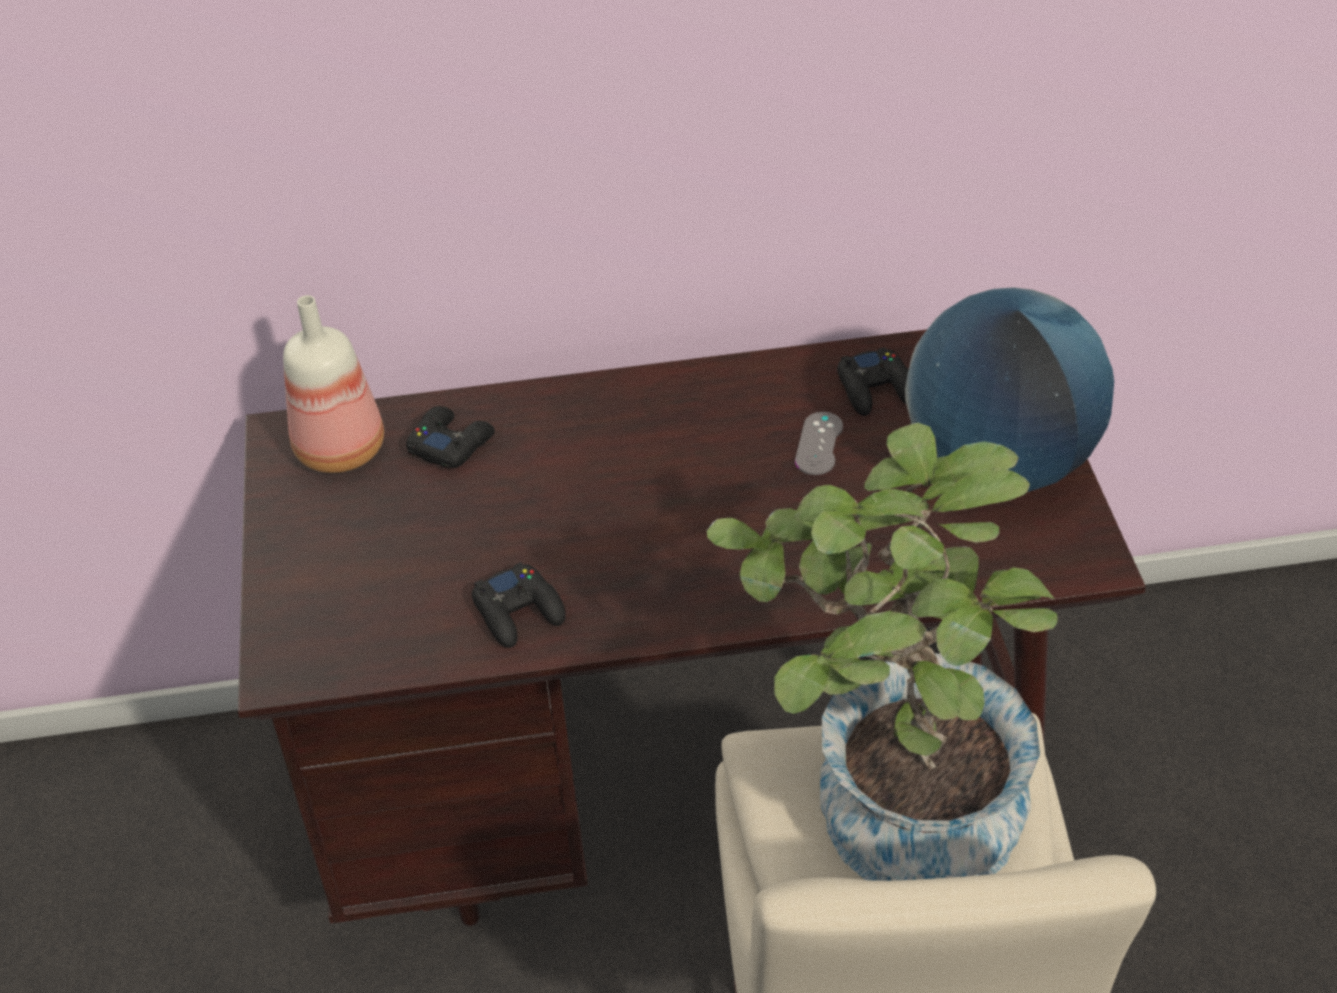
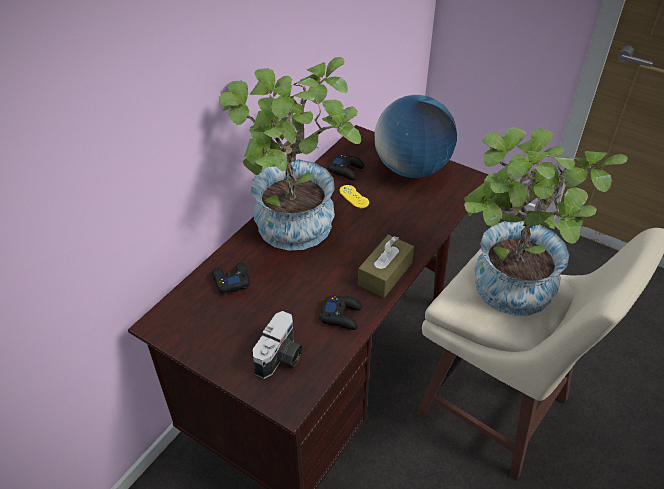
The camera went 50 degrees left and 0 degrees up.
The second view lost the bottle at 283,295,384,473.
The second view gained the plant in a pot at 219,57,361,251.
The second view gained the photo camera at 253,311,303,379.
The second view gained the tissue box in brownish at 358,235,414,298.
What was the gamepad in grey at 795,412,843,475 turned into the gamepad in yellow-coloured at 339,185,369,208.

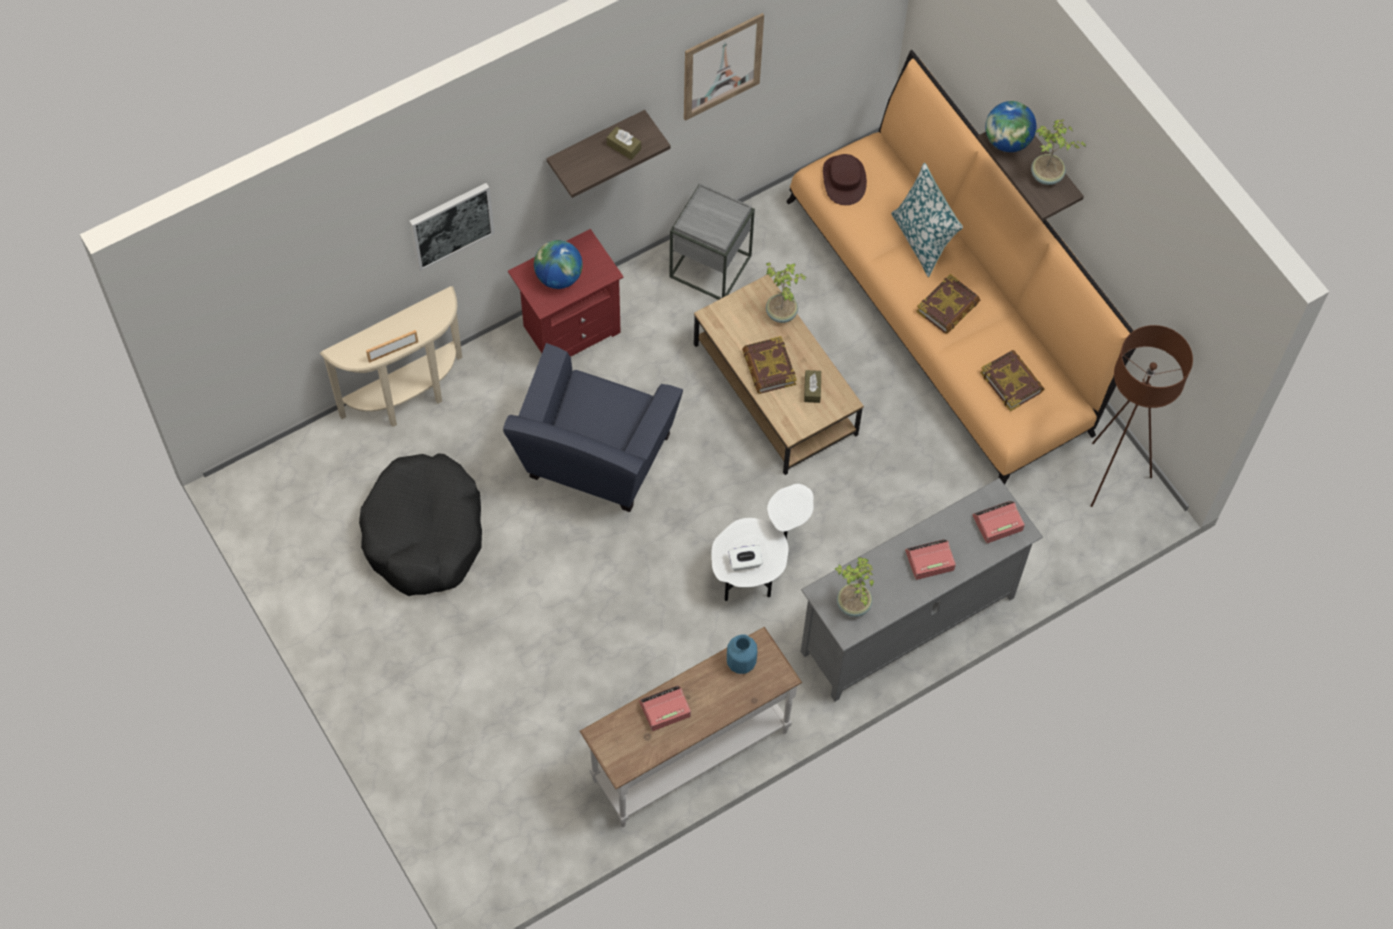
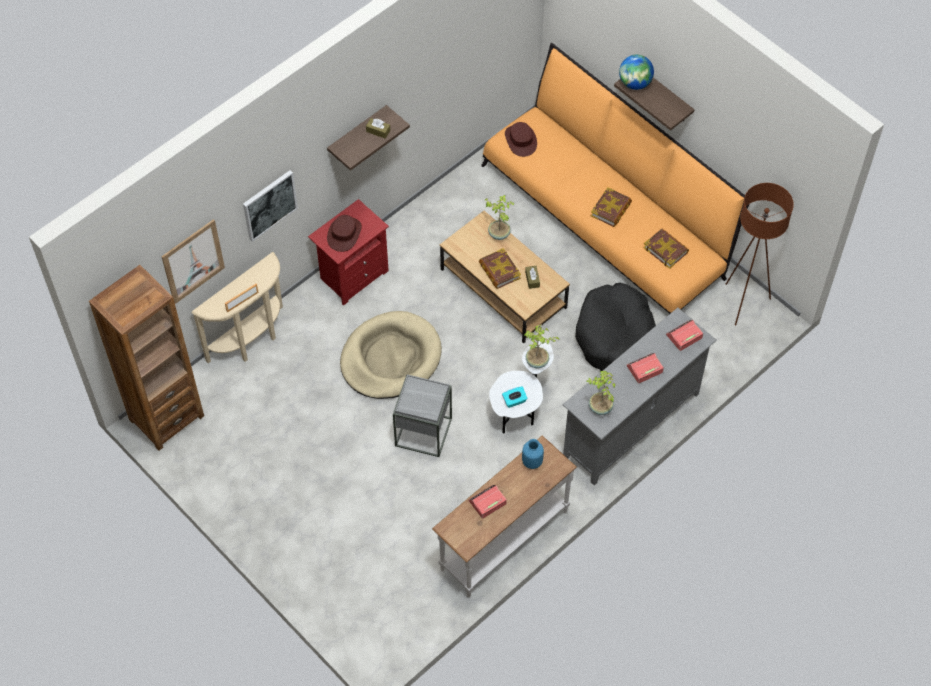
The camera went 10 degrees left and 5 degrees down.
The second view lost the cushion at 891,163,963,277.
The second view gained the shelving unit in brownish at 89,265,204,451.
The dog cushion in blackish ended up elsewhere, having gone from 359,453,482,596 to 575,283,656,371.
The side table in grey ended up elsewhere, having gone from 670,184,755,300 to 393,374,452,457.
The wall picture ended up elsewhere, having gone from 684,13,764,121 to 161,219,225,304.
The plant in a pot ended up elsewhere, having gone from 1031,119,1086,185 to 524,324,560,368.
Where the armchair in bluish stood at 503,343,683,512, the dog cushion in beige-coloured came to stand at 340,311,442,399.
Where the desk globe stood at 534,240,583,289, the hat in brownish came to stand at 327,215,362,252.
What was the tissue box in white at 728,545,763,571 turned into the tissue box in turquoise at 502,386,527,408.

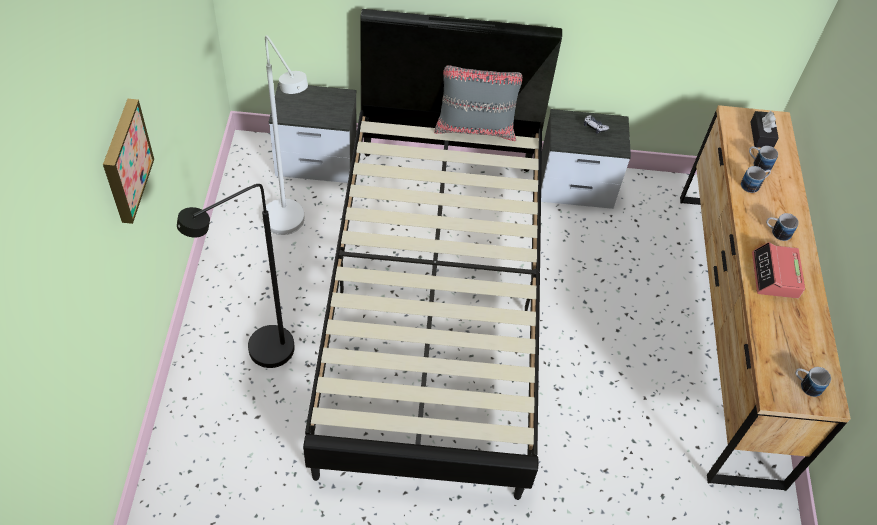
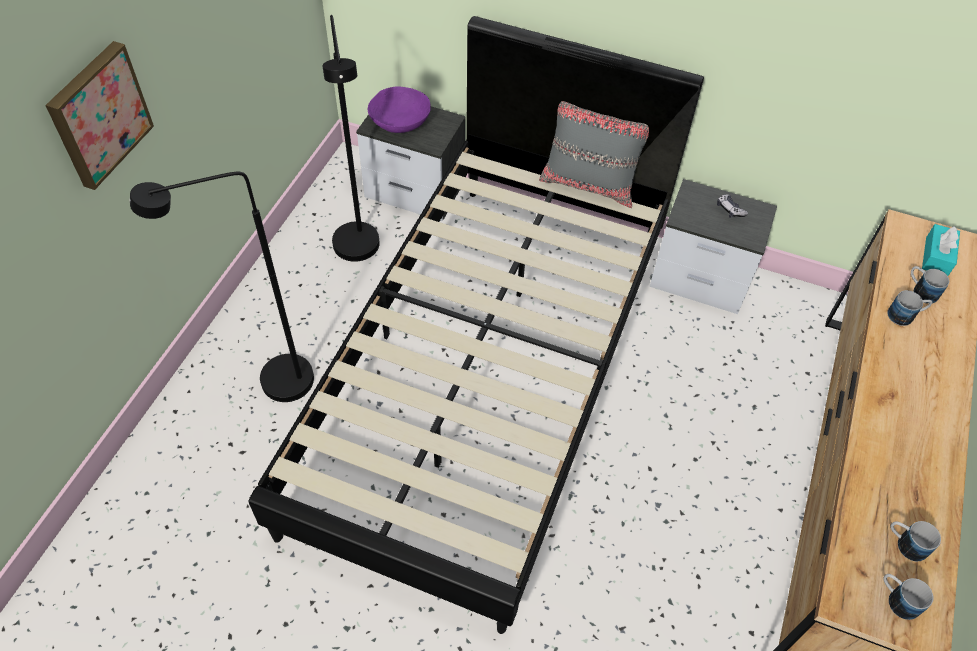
The camera went 20 degrees right and 0 degrees up.
The second view lost the table clock at 752,242,805,298.
The second view gained the serving bowl in purple-coloured at 368,87,431,133.
The mug ended up elsewhere, having gone from 766,213,799,241 to 891,521,941,561.
What was the standard lamp in white at 262,35,308,235 turned into the standard lamp in blackish at 323,15,380,262.
What was the tissue box in blackish at 751,111,779,148 turned into the tissue box in turquoise at 922,224,960,276.

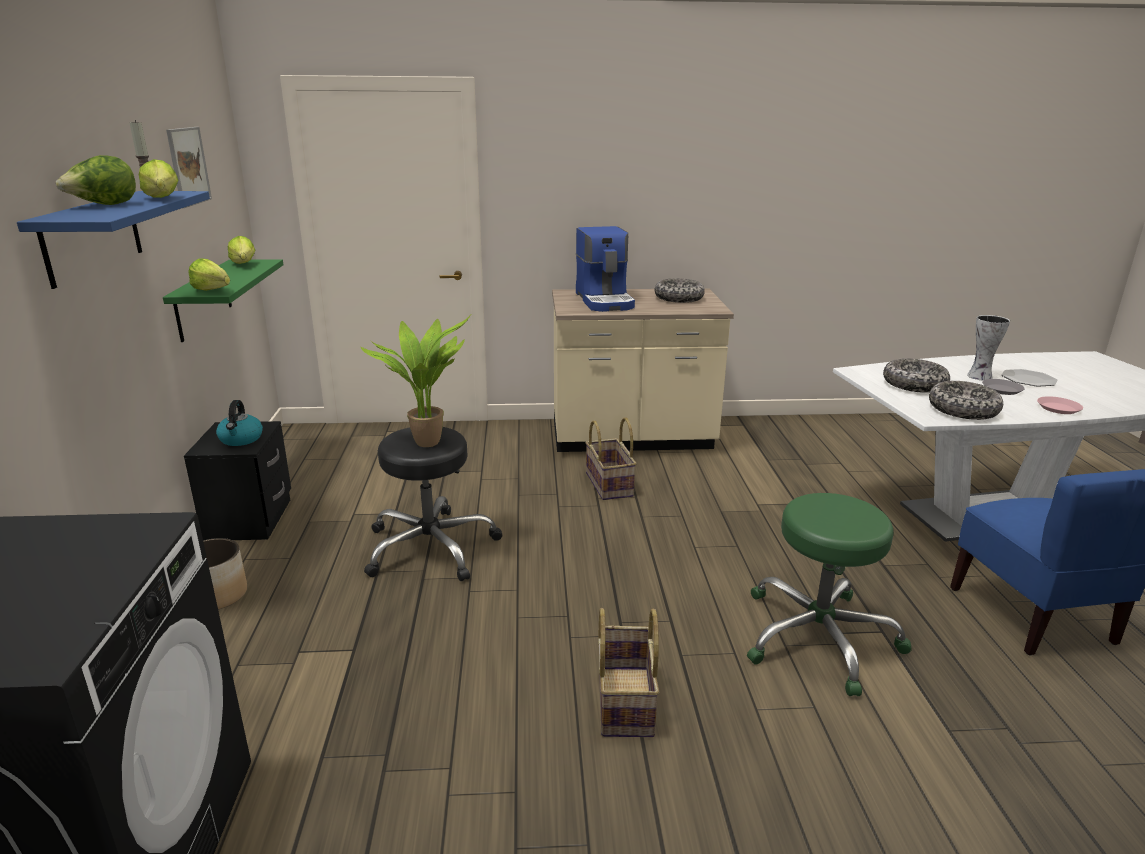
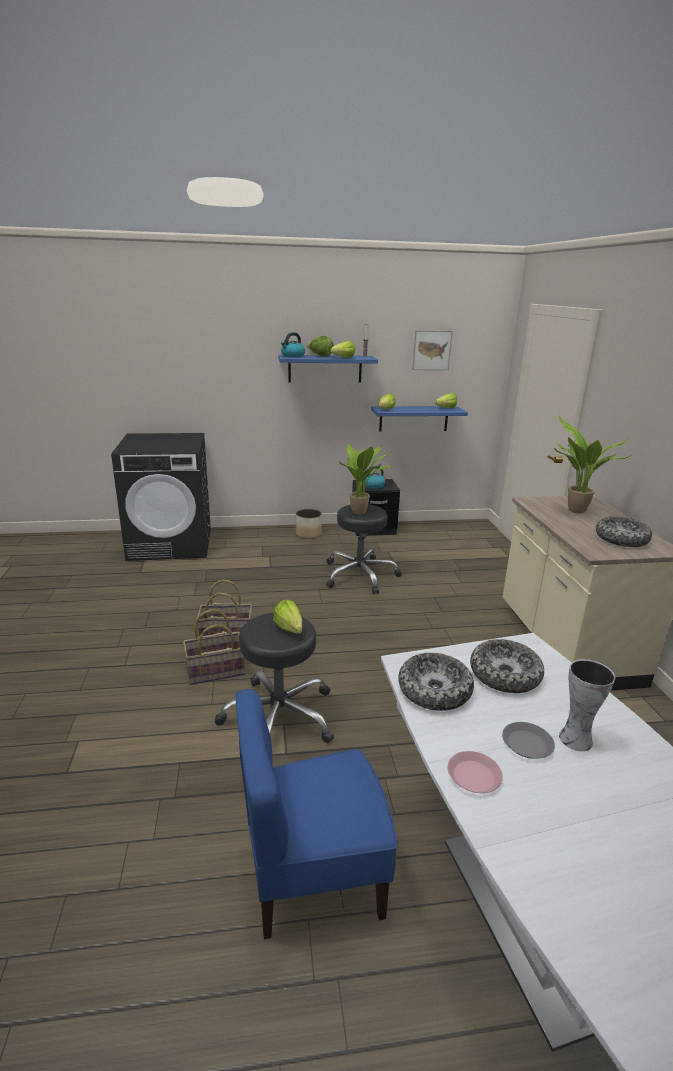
The camera went 85 degrees right and 0 degrees up.
The second view lost the flat dish at 1002,369,1057,387.
The second view gained the head of lettuce at 273,600,302,634.
The second view gained the tea kettle at 281,332,305,358.
The basket ended up elsewhere, having gone from 585,417,637,500 to 183,609,245,685.
Where the coffee maker stood at 576,226,635,312, the plant in a pot came to stand at 554,416,632,513.
What was the wall shelf in green at 163,259,283,342 turned into the wall shelf in bluish at 371,406,468,432.
What was the stool in green at 747,493,912,696 turned into the stool in blackish at 215,613,334,743.

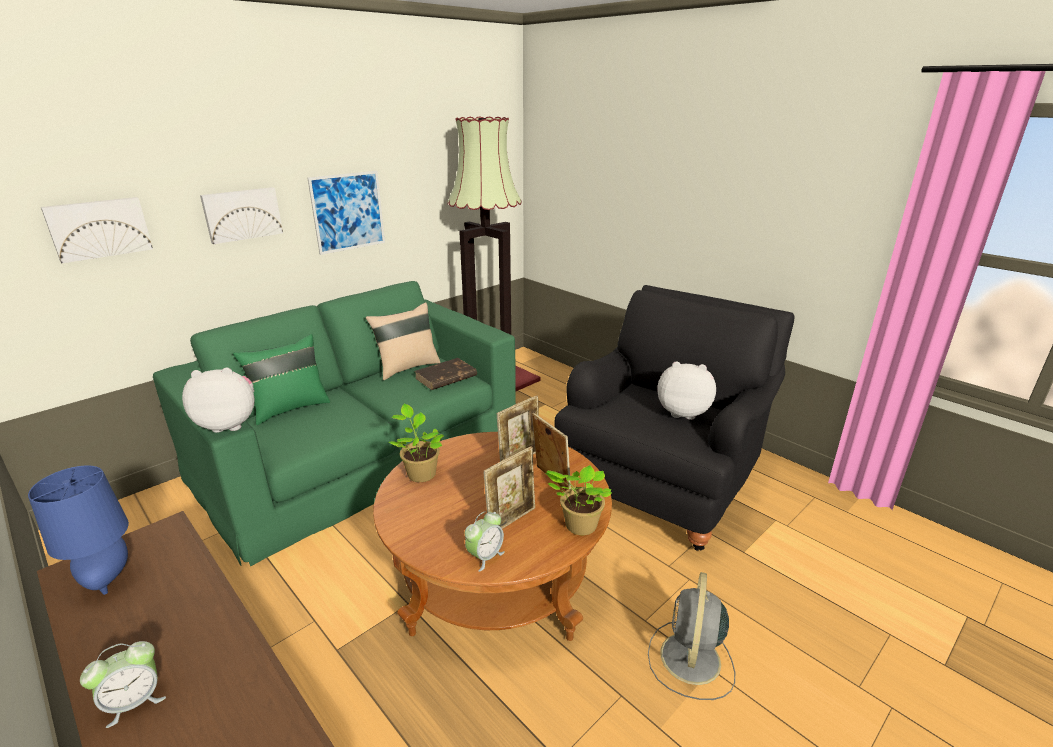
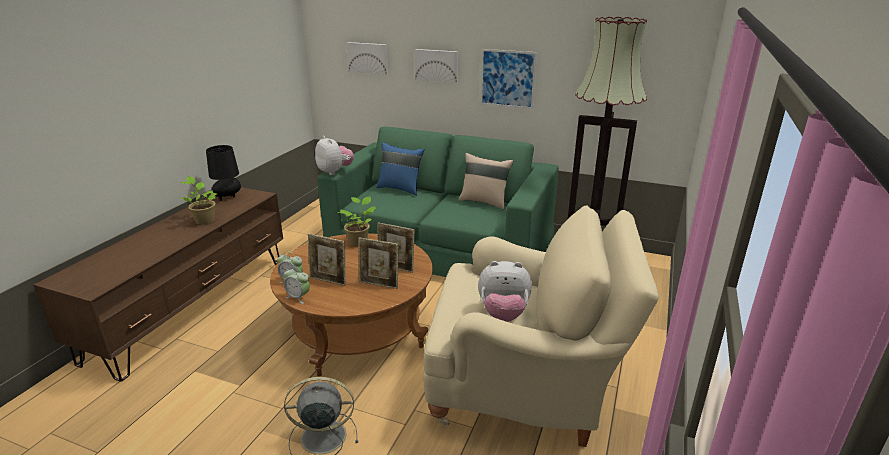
The camera went 65 degrees right and 0 degrees up.
The second view lost the volume in brownish at 415,358,477,390.
The table clock ended up elsewhere, having gone from 80,641,166,728 to 284,267,310,304.
The plant in a pot ended up elsewhere, having gone from 545,465,612,535 to 180,176,217,225.
What was the table lamp in bluish at 28,465,129,595 turned into the table lamp in blackish at 206,145,241,201.
What was the cushion in green at 233,334,330,425 turned into the cushion in bluish at 376,142,424,196.
What was the armchair in blackish at 554,285,794,550 turned into the armchair in beige-coloured at 423,205,659,447.
The standing frame at 532,413,571,491 ended up facing another way, 75 degrees clockwise from before.
The soft toy at 658,361,716,420 ended up facing another way, 105 degrees clockwise from before.

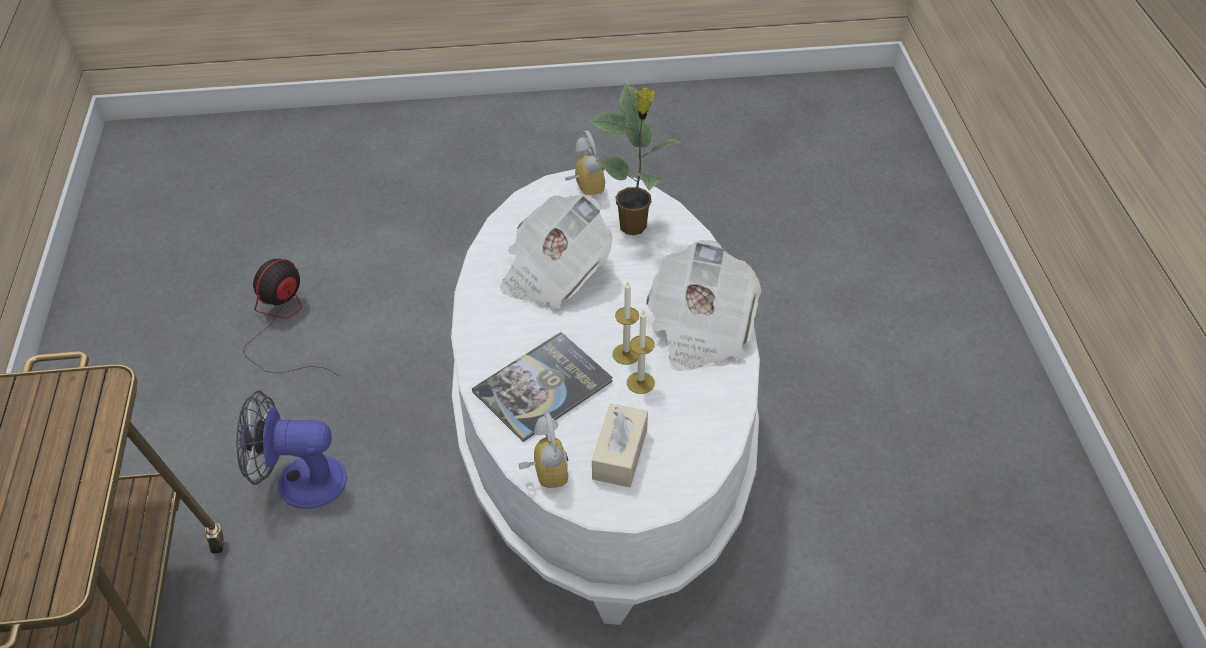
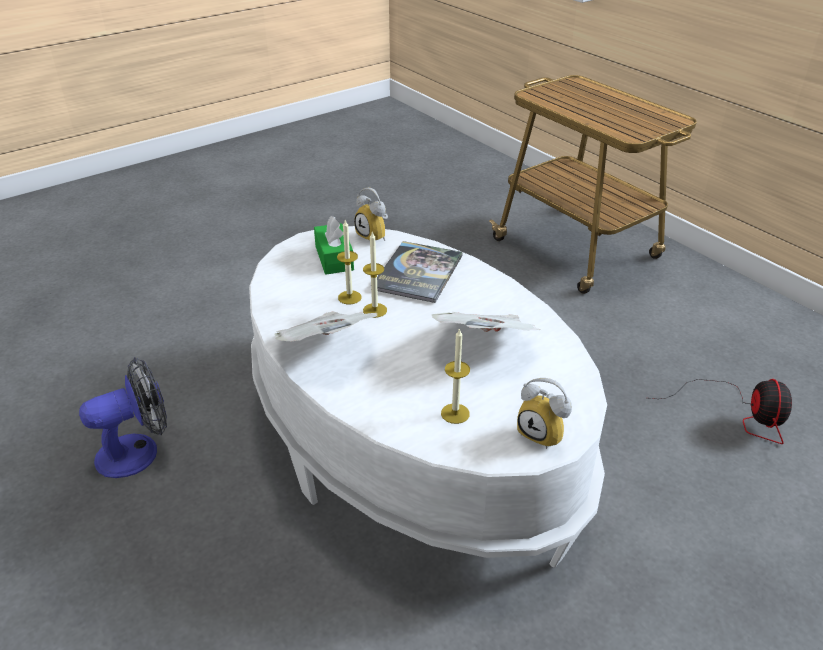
The camera went 150 degrees right and 10 degrees down.
The electric fan ended up elsewhere, having gone from 236,390,347,509 to 79,357,167,478.
Where the plant in a pot stood at 587,83,684,235, the wax candle came to stand at 441,328,470,424.
What was the tissue box in beige-coloured at 592,404,648,487 turned into the tissue box in green at 314,216,354,275.

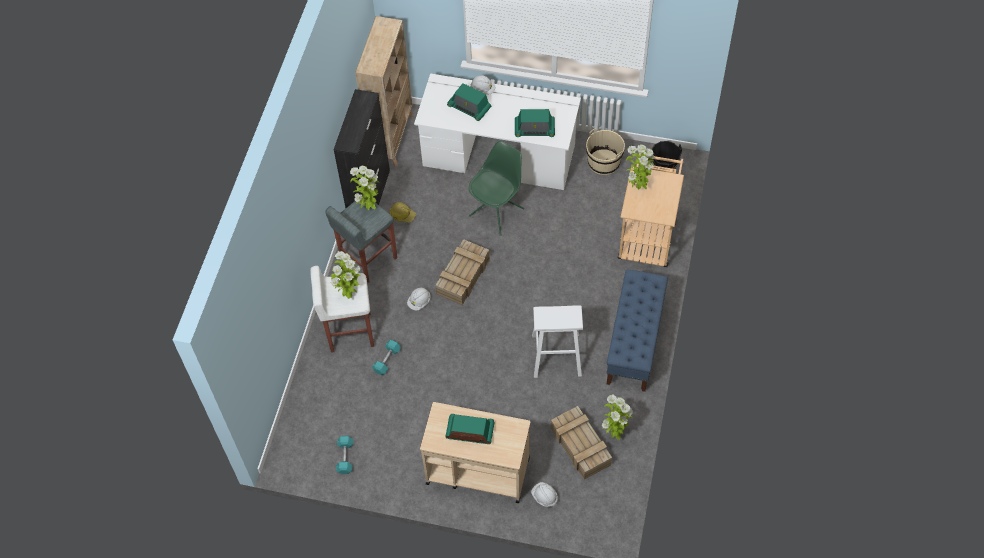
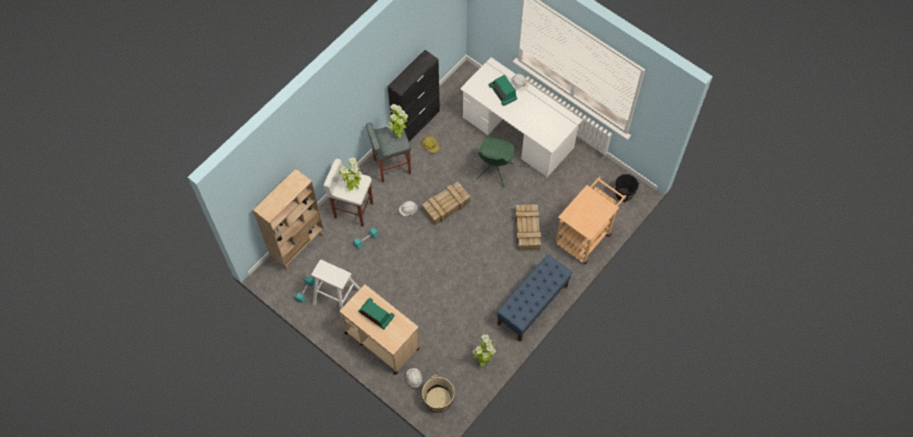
The camera went 25 degrees right and 5 degrees up.
The second view lost the radio set at 515,109,555,137.
The second view lost the plant in a pot at 626,144,655,189.
The shelving unit in beige-coloured ended up elsewhere, having gone from 355,16,414,167 to 253,168,324,271.
The stool in white ended up elsewhere, having gone from 532,305,583,378 to 311,259,360,318.
The crate ended up elsewhere, having gone from 551,406,612,480 to 515,204,541,251.
The bucket in beige-coloured ended up elsewhere, having gone from 586,129,625,175 to 422,375,455,412.
The upright chair in green at 469,141,524,236 ended up facing another way, 135 degrees clockwise from before.

